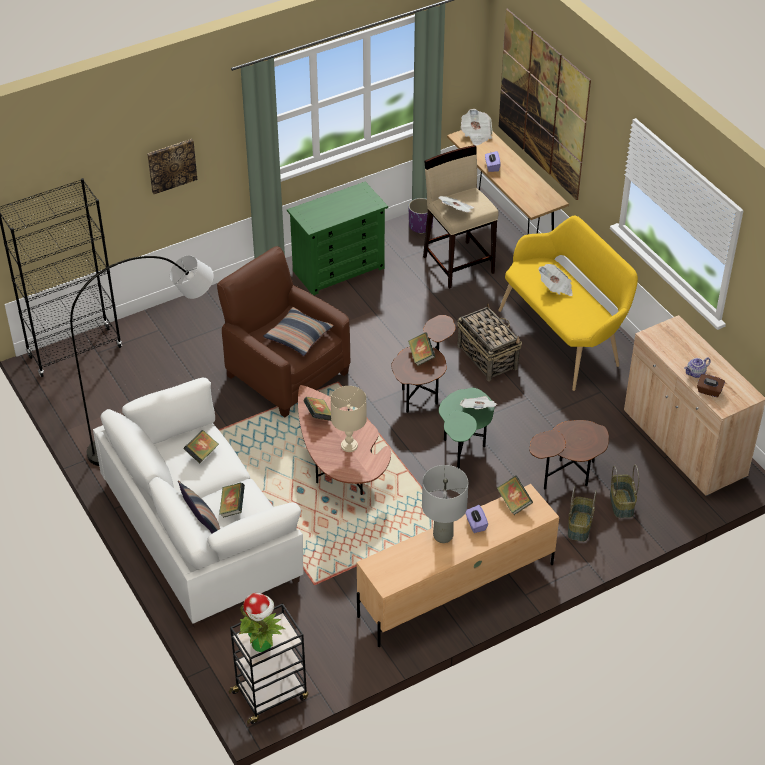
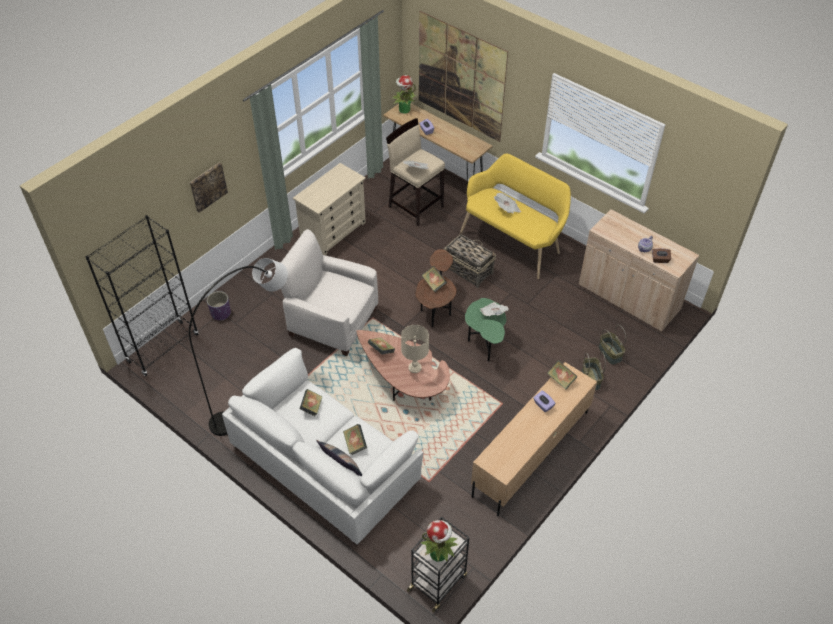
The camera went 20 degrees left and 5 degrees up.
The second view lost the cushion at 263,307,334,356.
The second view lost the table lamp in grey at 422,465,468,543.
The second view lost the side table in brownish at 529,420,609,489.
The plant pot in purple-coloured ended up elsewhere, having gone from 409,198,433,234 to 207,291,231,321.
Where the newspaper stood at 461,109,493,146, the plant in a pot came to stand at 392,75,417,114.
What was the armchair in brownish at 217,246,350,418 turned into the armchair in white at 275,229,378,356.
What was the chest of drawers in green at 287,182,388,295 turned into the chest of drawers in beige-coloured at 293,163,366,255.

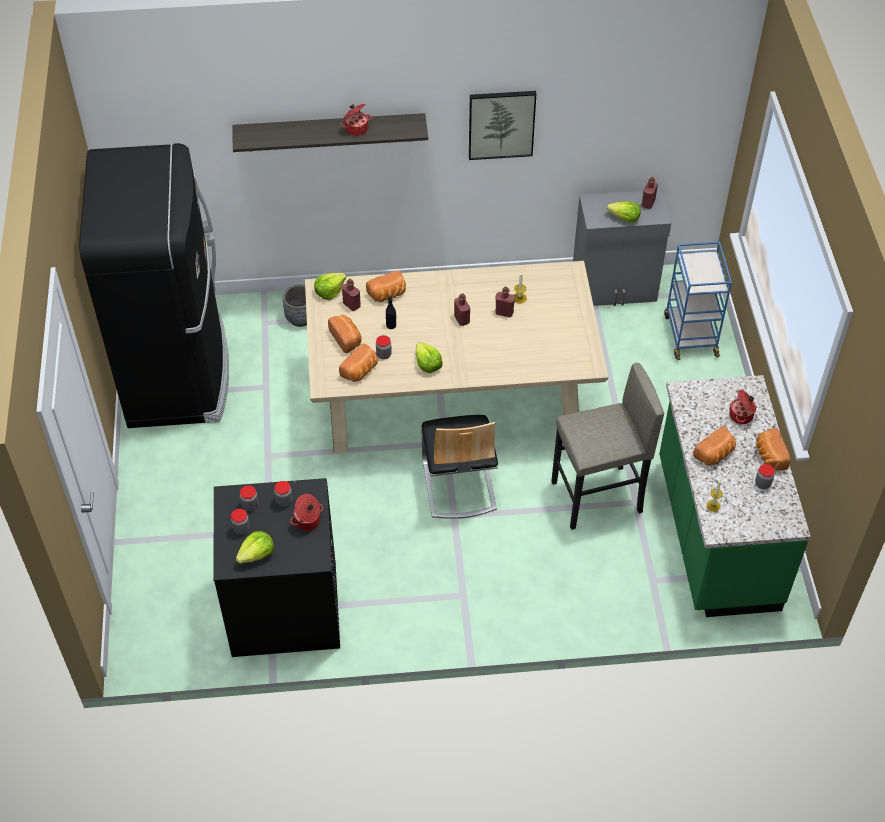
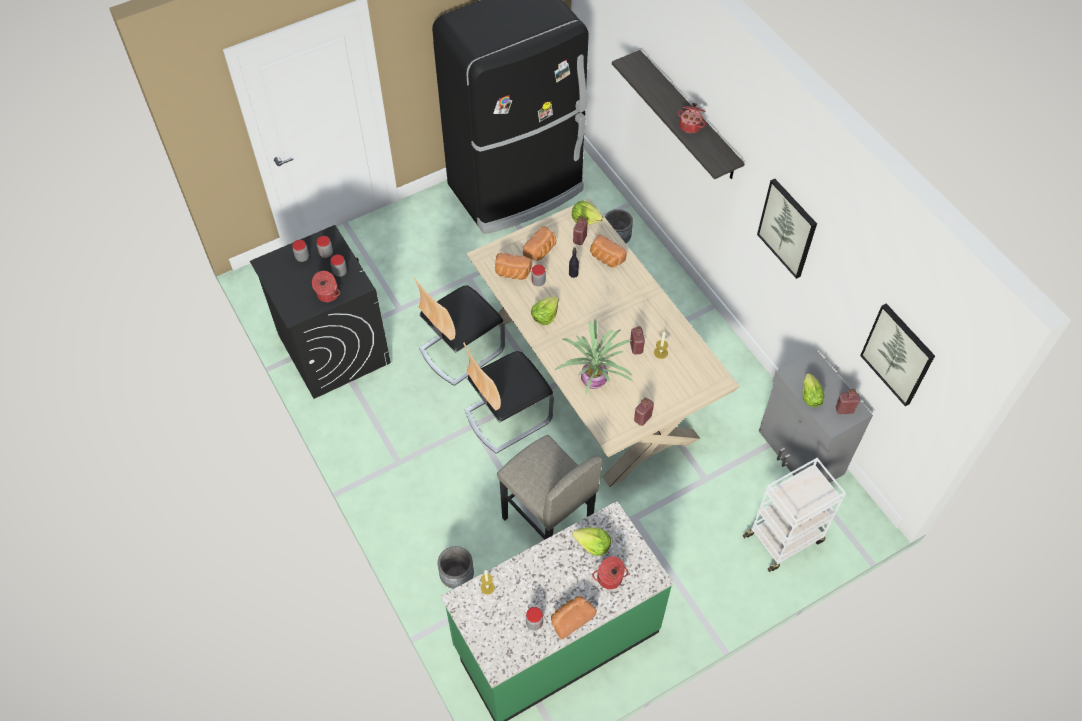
The camera went 65 degrees right and 5 degrees up.
The second view lost the bread at 693,426,736,466.
The second view gained the upright chair at 414,277,505,386.
The second view gained the plant pot in grey at 438,546,474,589.
The second view gained the plant in a pot at 555,319,632,396.
The second view gained the wall picture at 860,303,935,406.
The head of lettuce ended up elsewhere, having gone from 236,531,274,564 to 572,527,611,556.
The bottle in red ended up elsewhere, having gone from 454,293,470,326 to 634,398,654,426.
What was the cart in bluish at 664,241,732,360 turned into the cart in white at 743,458,846,572.

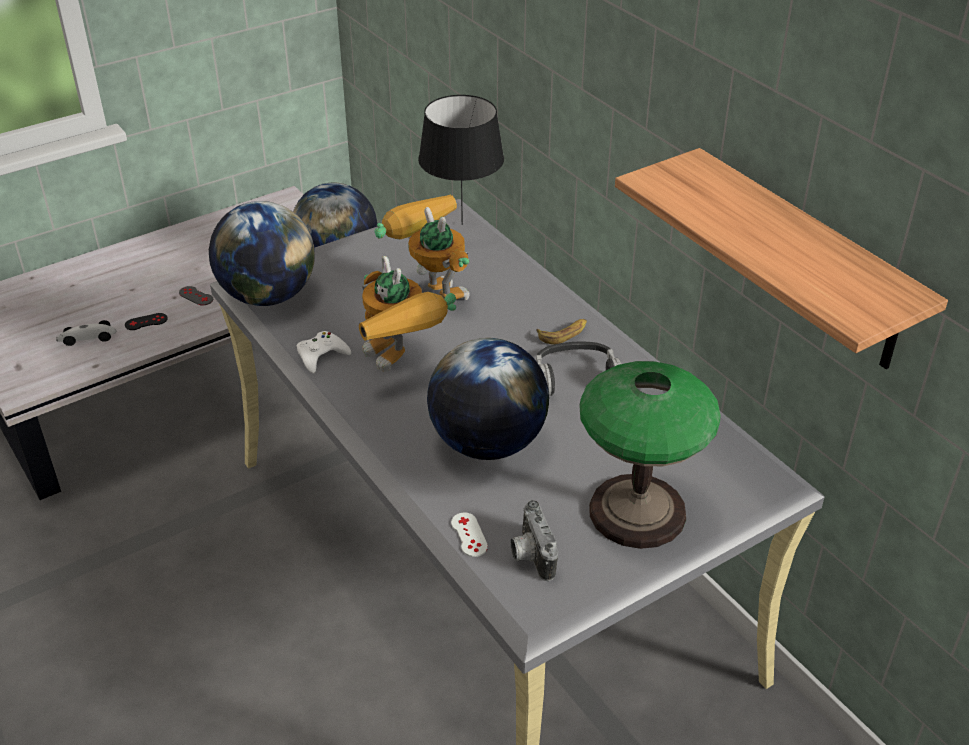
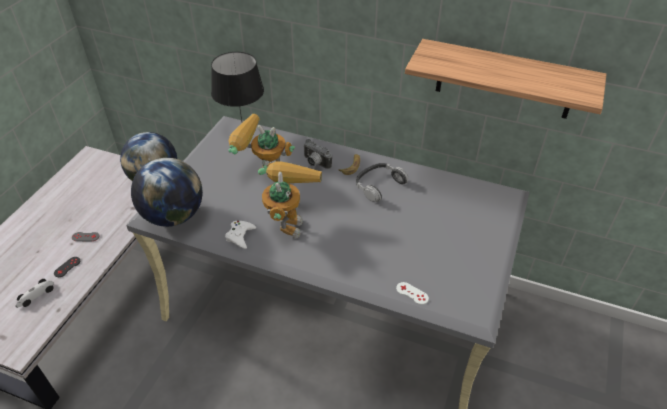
The camera went 35 degrees left and 5 degrees up.
The second view lost the desk globe at 427,338,549,460.
The second view lost the table lamp at 579,361,720,549.
The photo camera ended up elsewhere, having gone from 510,500,558,581 to 303,139,332,169.
The model robot at 359,256,456,372 ended up facing another way, 105 degrees counterclockwise from before.

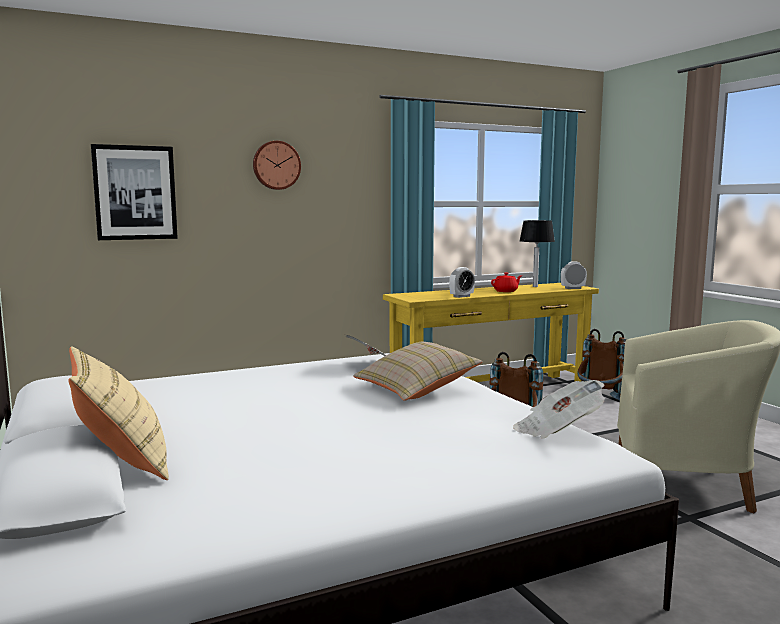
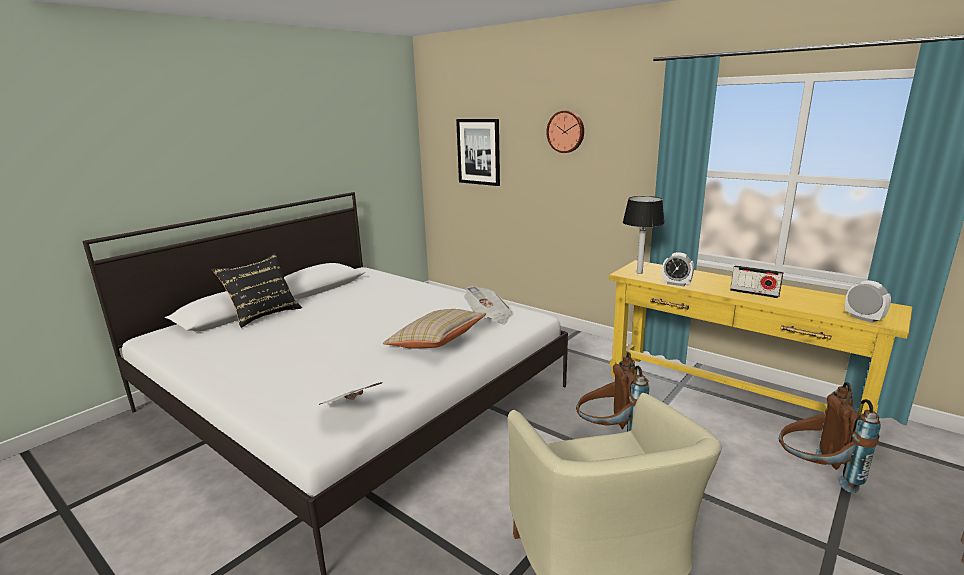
The camera went 65 degrees right and 10 degrees up.
The table lamp ended up elsewhere, having gone from 520,220,555,287 to 623,196,665,274.
Where the pot for tea in red stood at 491,273,521,292, the radio set came to stand at 730,265,783,298.
What was the cushion in beige-coloured at 68,347,169,480 turned into the cushion in blackish at 212,253,302,328.

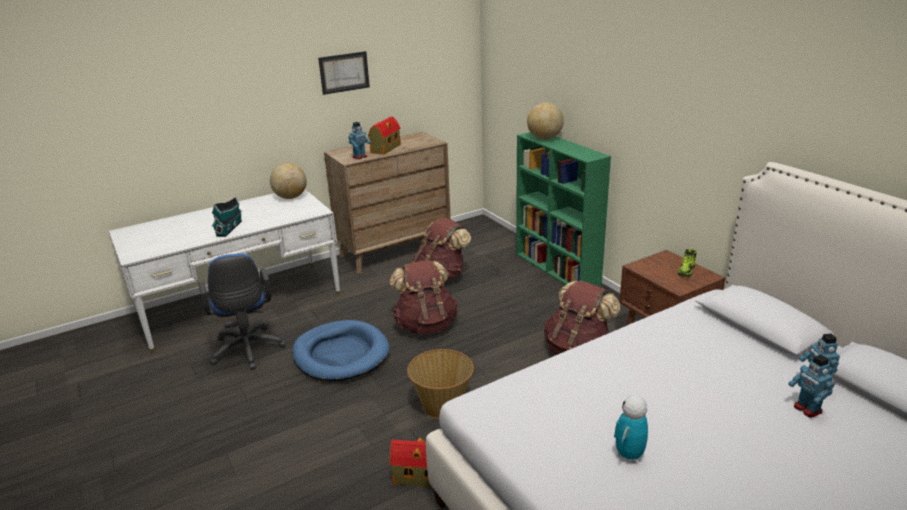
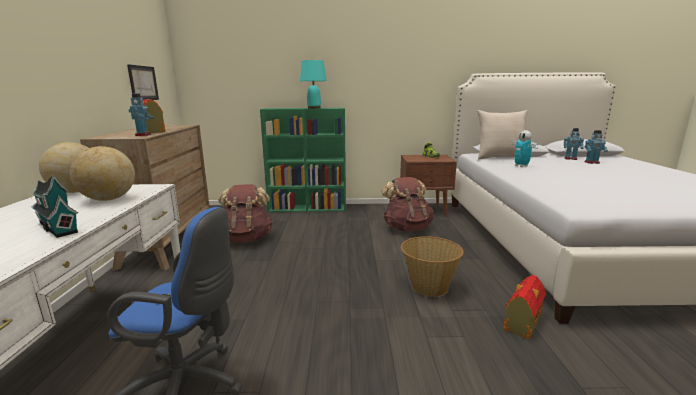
The camera went 60 degrees left and 10 degrees down.
The second view lost the dog cushion in bluish at 292,320,390,381.
The second view lost the rucksack in brownish at 389,260,458,335.
The second view gained the table lamp in turquoise at 300,60,327,109.
The second view gained the cushion in beige-coloured at 477,110,527,160.
The wall picture ended up elsewhere, having gone from 318,51,370,95 to 127,64,159,100.
The desk globe ended up elsewhere, having gone from 527,103,564,140 to 70,146,135,201.
The model robot ended up elsewhere, having gone from 614,395,648,463 to 511,130,538,167.

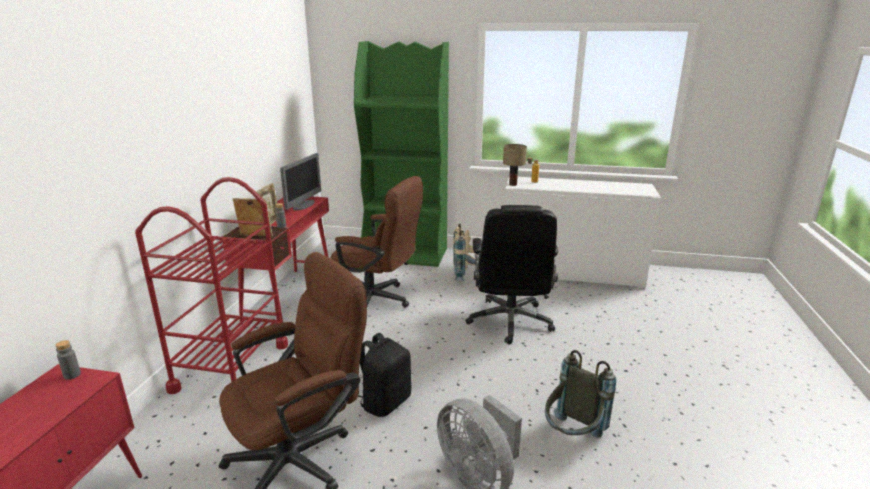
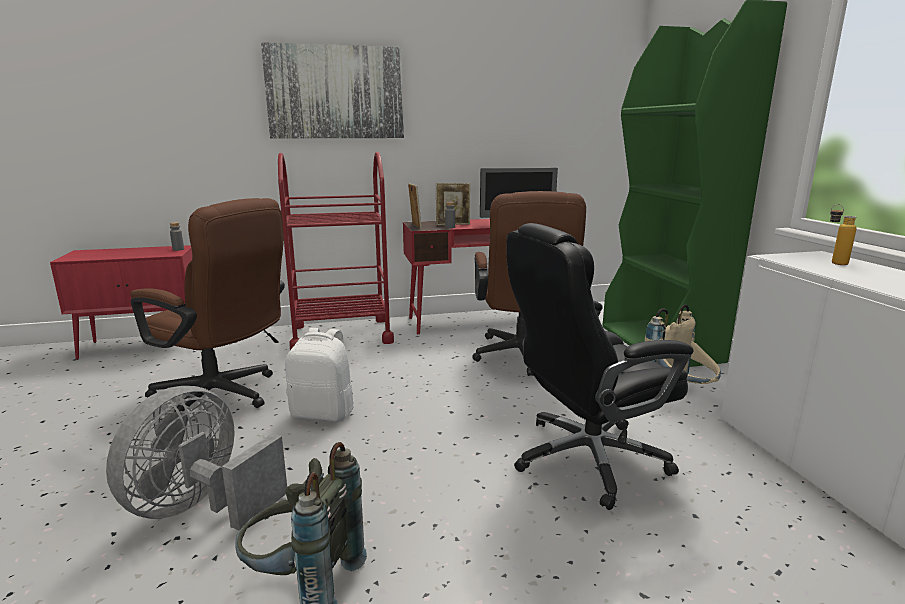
The camera went 65 degrees right and 5 degrees down.
The second view lost the table lamp at 503,144,527,186.
The second view gained the wall picture at 261,42,404,139.
What was the rucksack in blackish at 358,333,411,417 turned into the rucksack in white at 285,328,354,422.

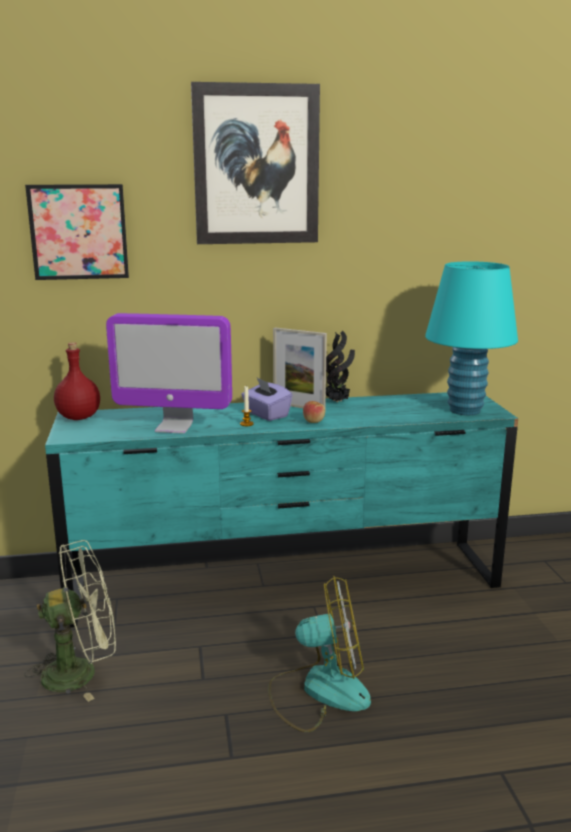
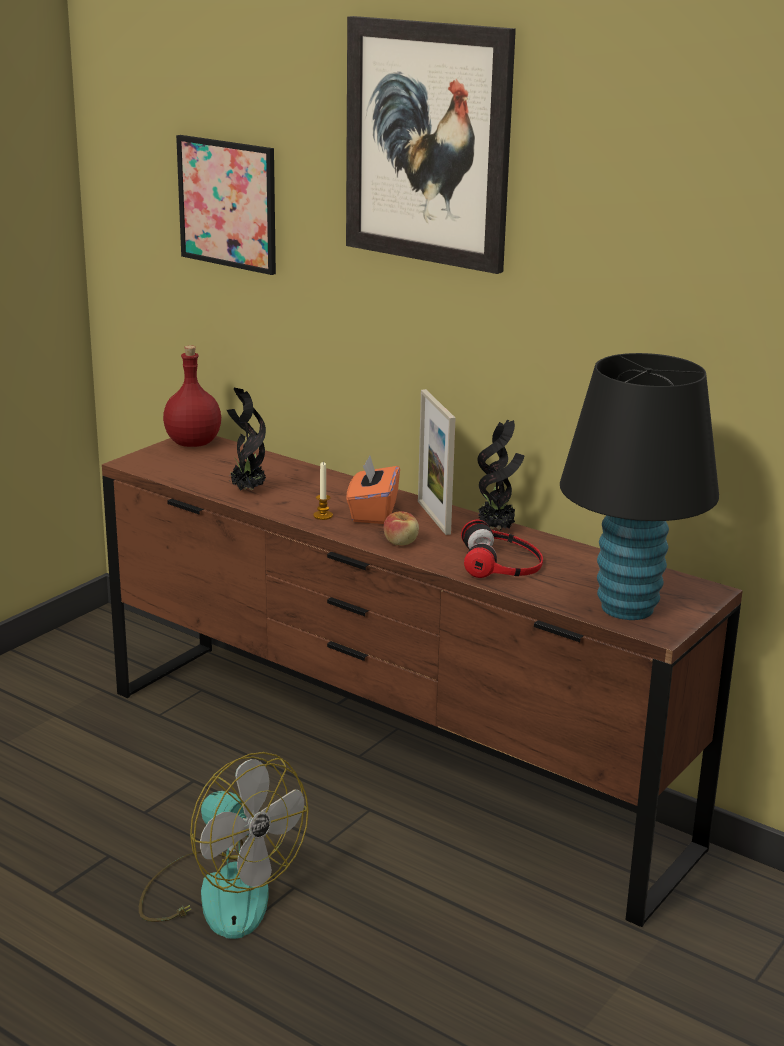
The camera went 45 degrees right and 5 degrees up.
The second view lost the electric fan in green at 24,540,116,702.
The second view gained the pair of headphones at 461,519,543,578.
Where the monitor stood at 106,313,232,434, the plant in a pot came to stand at 227,388,266,491.
What was the chest of drawers in turquoise at 45,392,518,628 turned into the chest of drawers in brownish at 102,436,743,927.
What was the tissue box in purple-coloured at 241,378,293,421 turned into the tissue box in orange at 346,455,400,524.
What was the table lamp in turquoise at 425,261,518,415 turned into the table lamp in blackish at 560,353,719,620.

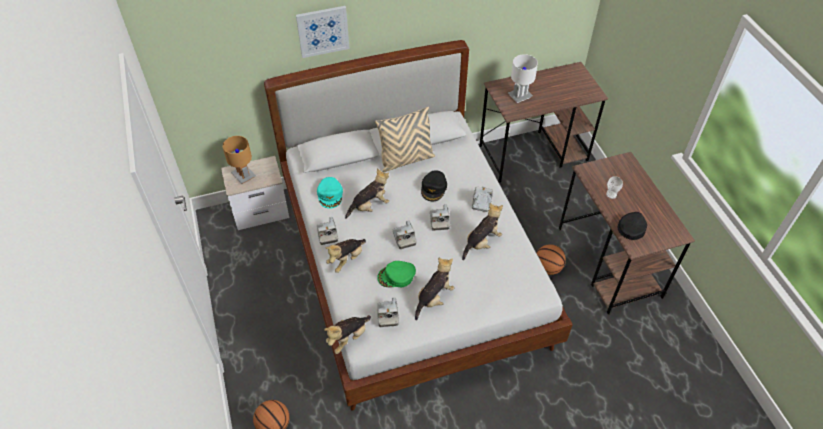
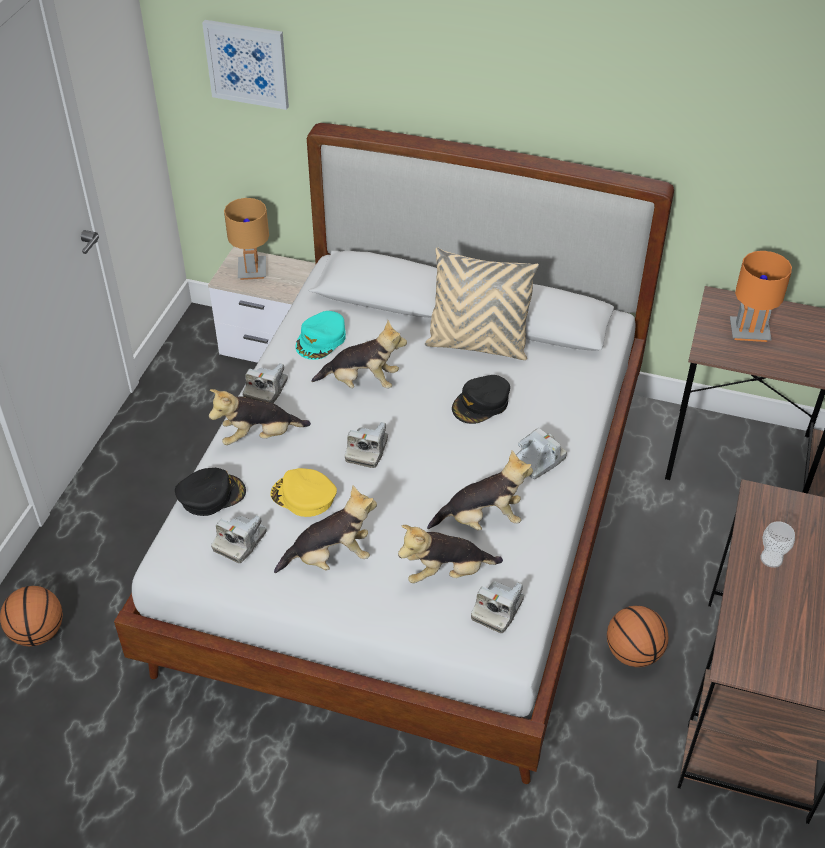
The camera went 35 degrees right and 5 degrees down.
The wall picture ended up elsewhere, having gone from 296,6,350,58 to 202,20,289,110.
The soft toy ended up elsewhere, having gone from 324,315,371,354 to 398,525,503,583.
The photo camera ended up elsewhere, having gone from 430,204,450,231 to 471,581,524,633.
The peaked cap in blackish ended up elsewhere, having gone from 618,212,647,240 to 175,468,246,516.
What was the peaked cap in green at 377,261,416,287 turned into the peaked cap in yellow-coloured at 271,468,337,517.
What was the table lamp in white at 508,54,538,103 turned into the table lamp in orange at 730,251,792,342.

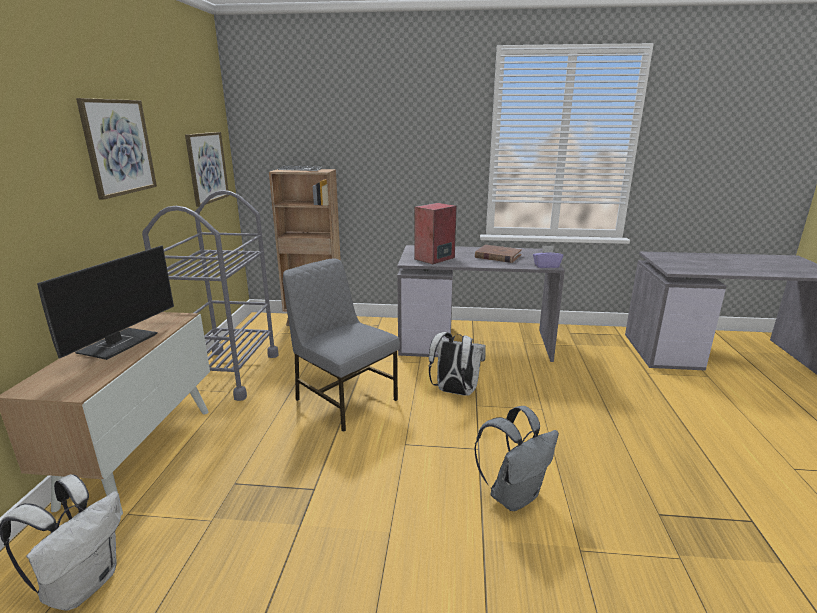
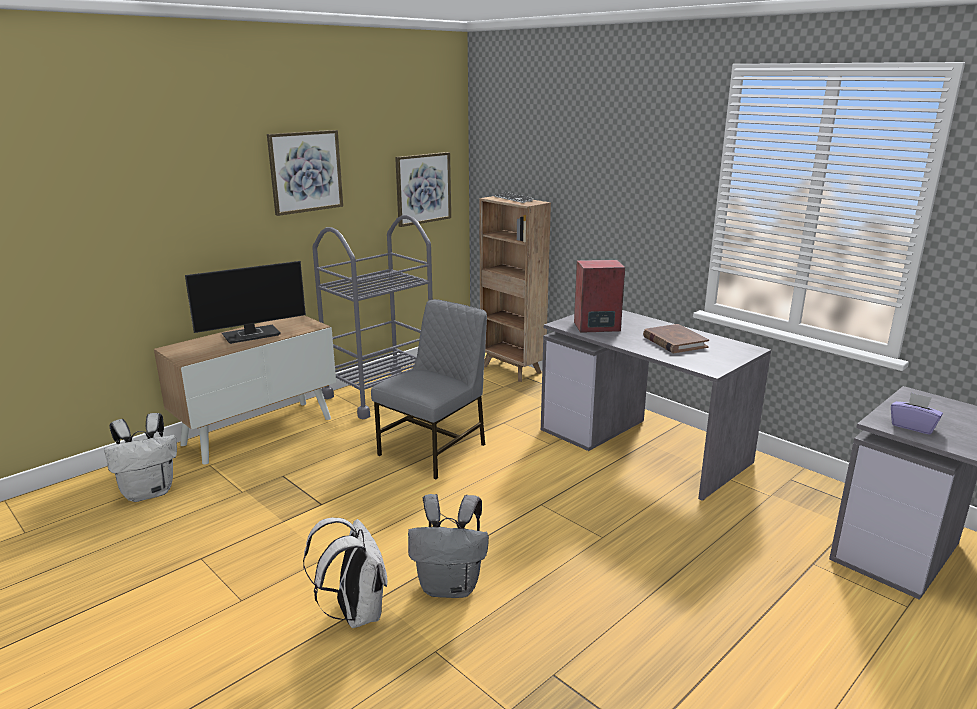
The camera went 40 degrees right and 0 degrees up.
The rucksack in white ended up elsewhere, having gone from 429,332,486,396 to 303,518,387,628.
The tissue box in purple-coloured ended up elsewhere, having gone from 533,246,563,268 to 891,392,943,435.
The upright chair in grey at 283,259,400,432 ended up facing another way, 45 degrees clockwise from before.

